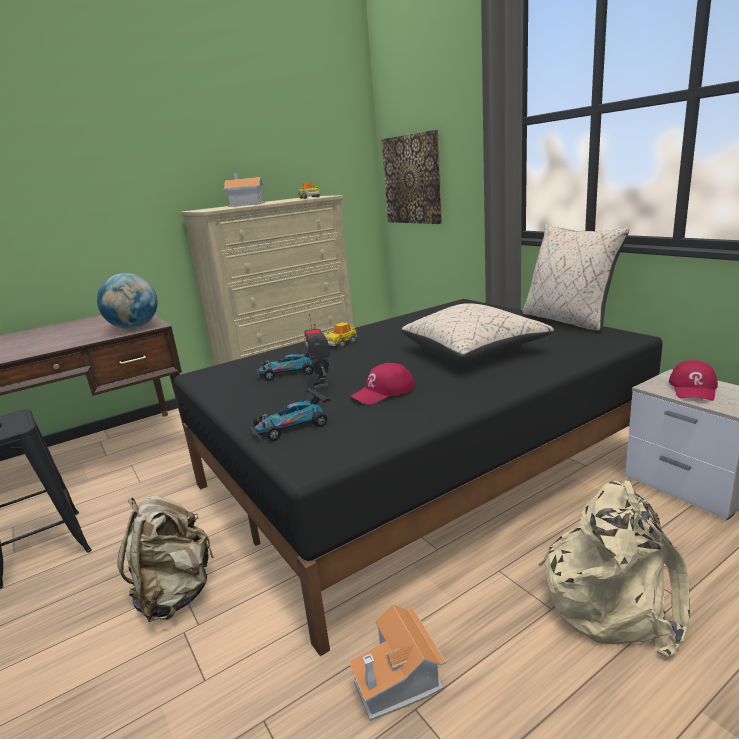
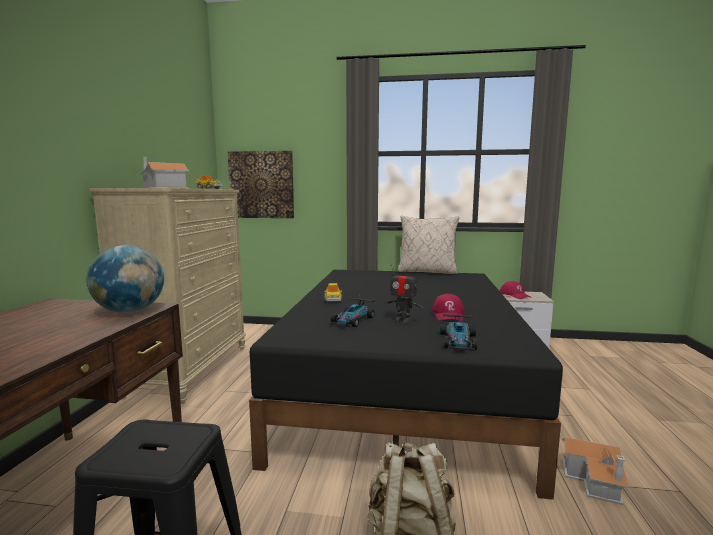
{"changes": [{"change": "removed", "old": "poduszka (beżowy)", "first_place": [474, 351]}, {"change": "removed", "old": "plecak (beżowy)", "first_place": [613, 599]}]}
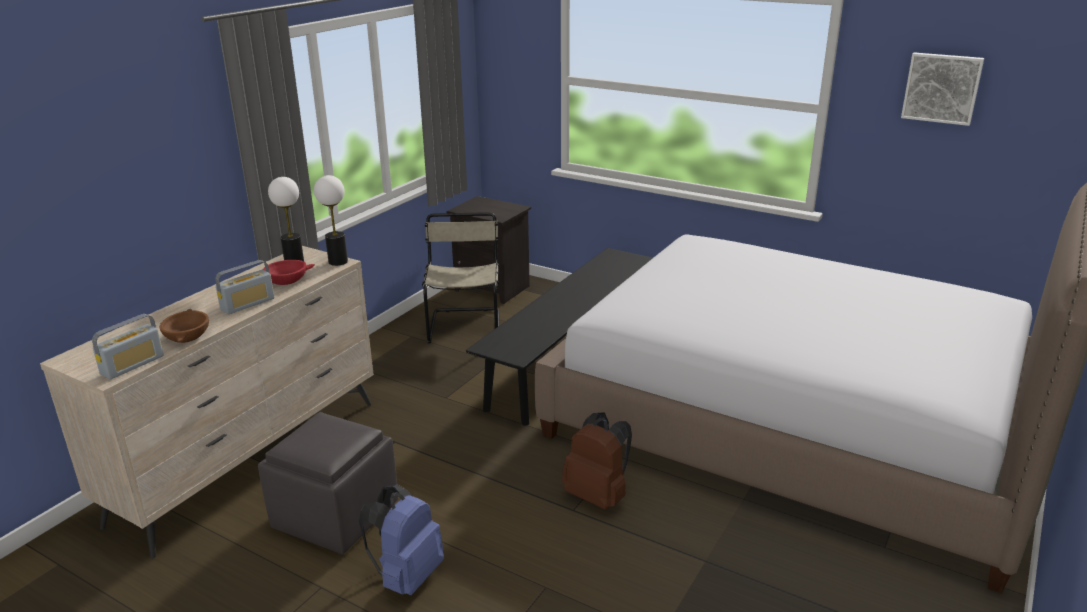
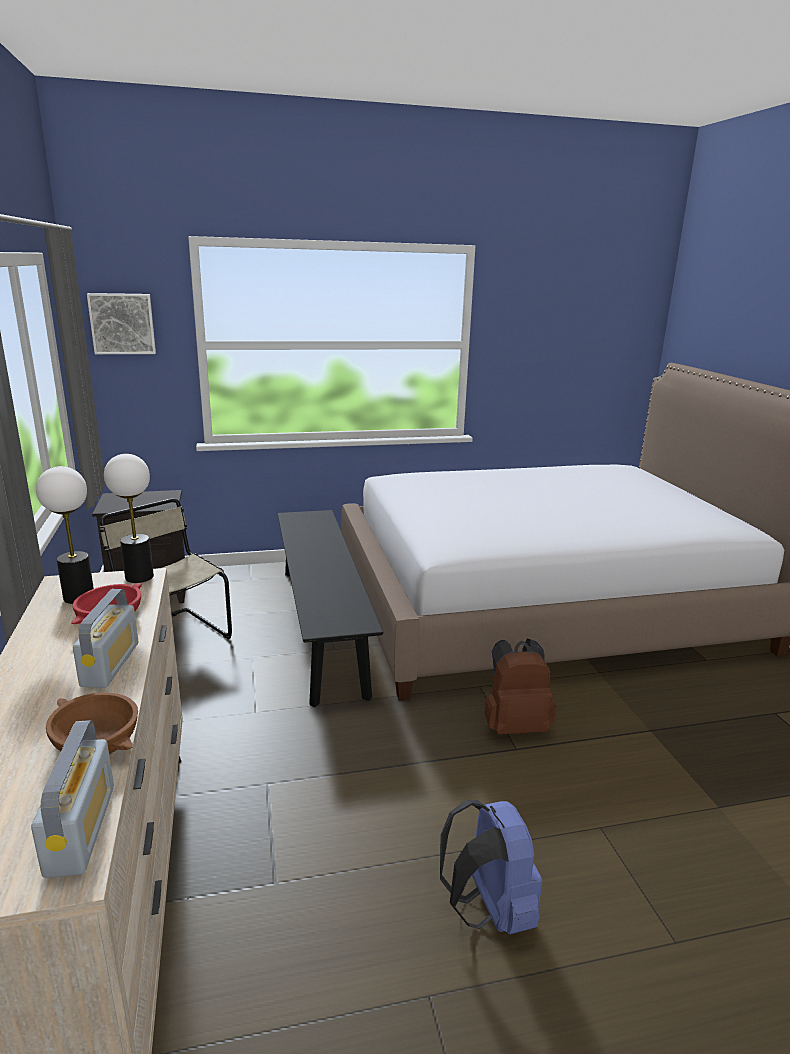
{"changes": [{"change": "removed", "old": "pufa (szary)", "first_place": [335, 514]}, {"change": "moved", "old": "obraz", "first_place": [942, 88], "second_place": [122, 323]}]}
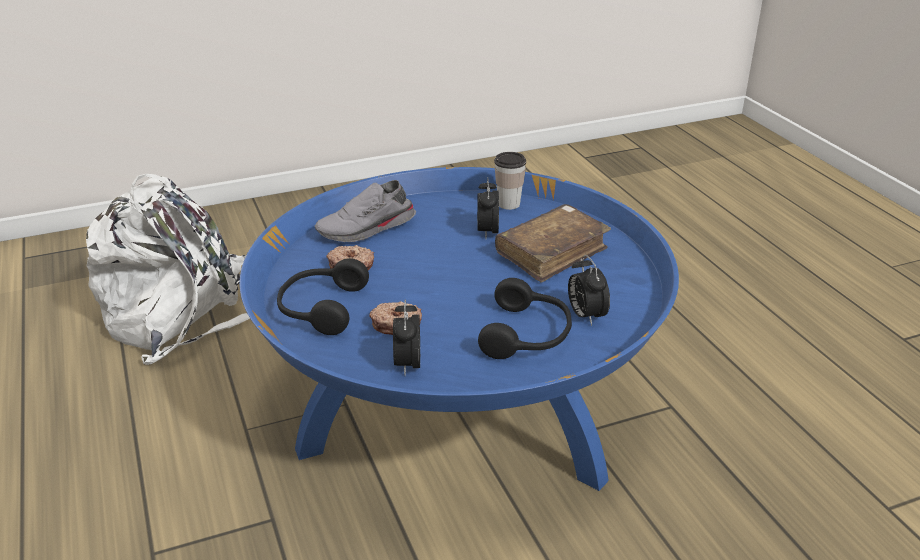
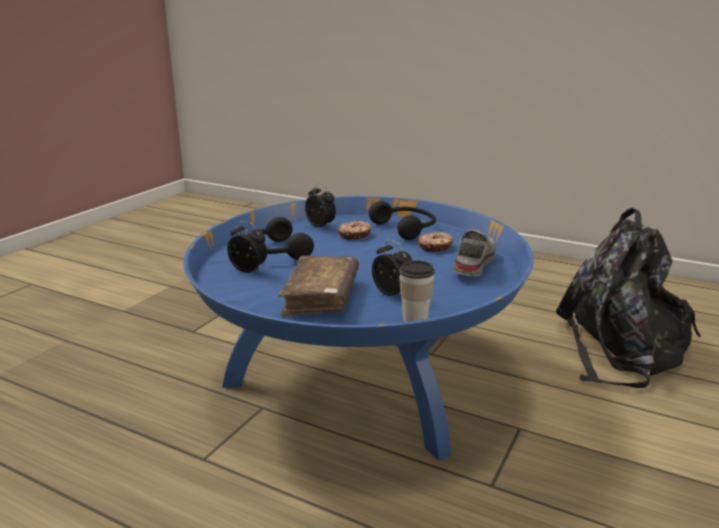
{"changes": [{"change": "recoloured", "old": "plecak (biały)", "new": "plecak (czarny)", "first_place": [185, 316], "second_place": [620, 349]}]}
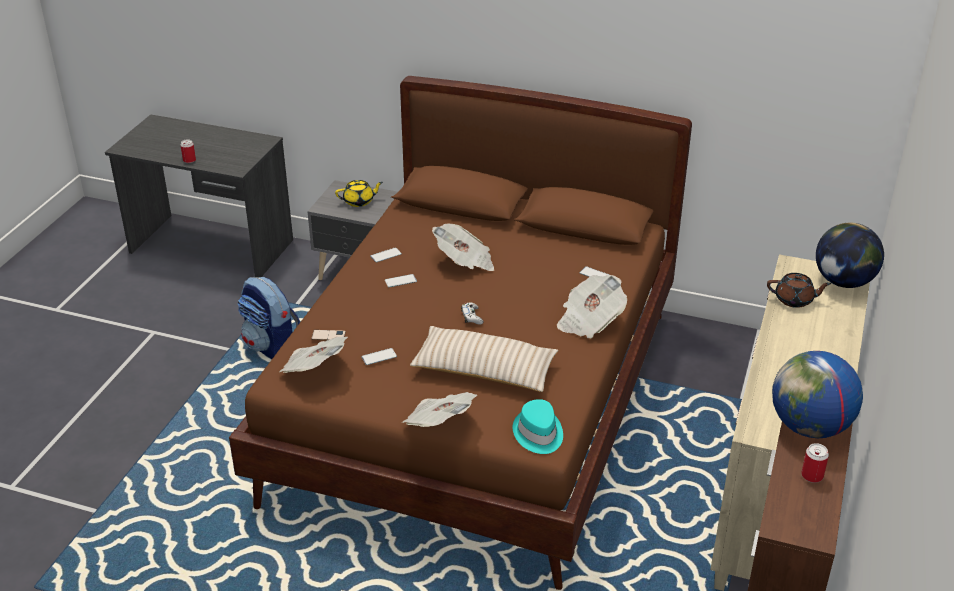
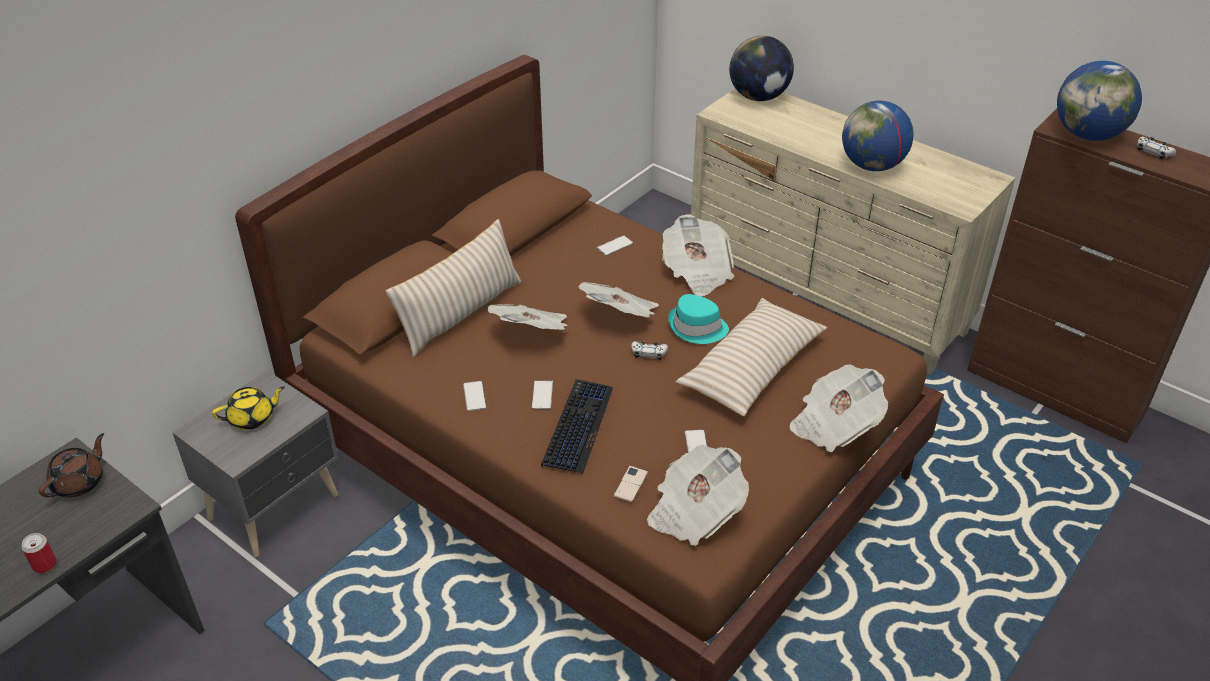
{"changes": [{"change": "removed", "old": "plecak", "first_place": [272, 347]}, {"change": "turned", "old": "imbryk (żółty)", "first_place": [359, 201], "second_place": [252, 418], "degrees": 60}, {"change": "moved", "old": "kapelusz (turkusowy)", "first_place": [538, 434], "second_place": [697, 328]}, {"change": "moved", "old": "imbryk (brązowy)", "first_place": [794, 300], "second_place": [80, 482]}, {"change": "replaced", "old": "puszka", "new": "pad do gier (biały)", "first_place": [812, 476], "second_place": [1153, 152]}, {"change": "added", "new": "poduszka (beżowy)", "second_place": [460, 313]}, {"change": "added", "new": "klawiatura", "second_place": [578, 427]}, {"change": "added", "new": "gazeta", "second_place": [621, 316]}, {"change": "added", "new": "globus", "second_place": [872, 166]}]}
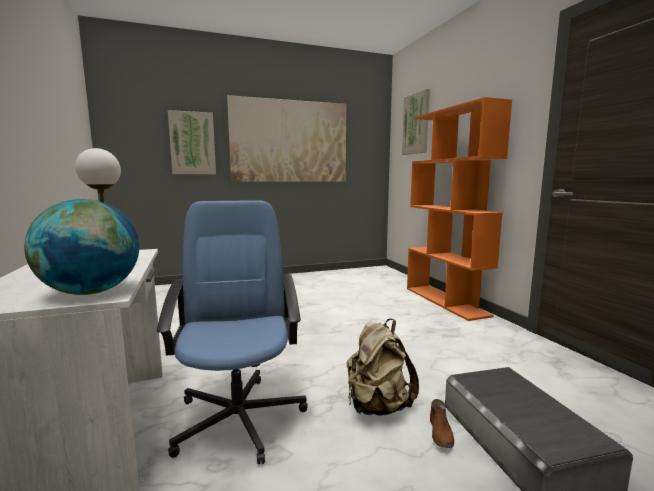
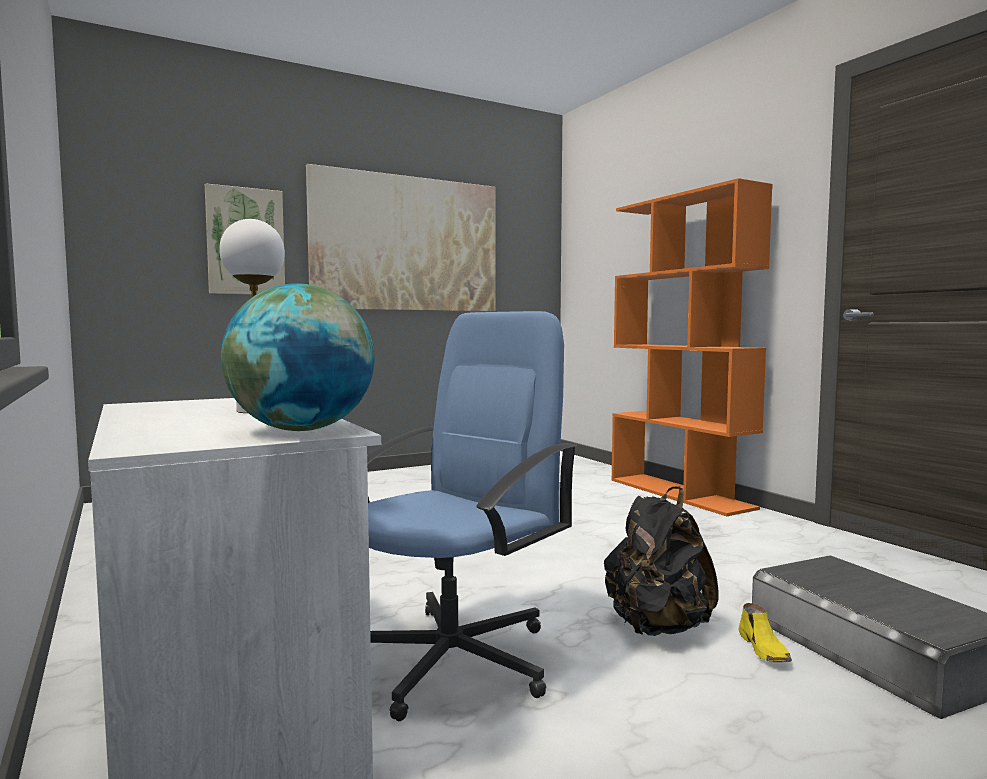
{"changes": [{"change": "turned", "old": "krzesło biurowe (niebieski)", "first_place": [239, 417], "second_place": [454, 658], "degrees": 60}, {"change": "recoloured", "old": "plecak (beżowy)", "new": "plecak (czarny)", "first_place": [377, 406], "second_place": [657, 627]}, {"change": "removed", "old": "obraz", "first_place": [416, 124]}, {"change": "recoloured", "old": "but (brązowy)", "new": "but (żółty)", "first_place": [441, 433], "second_place": [764, 649]}]}
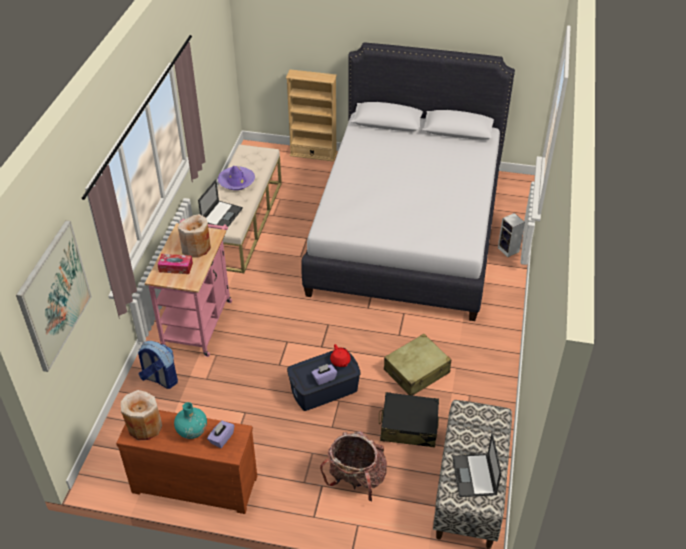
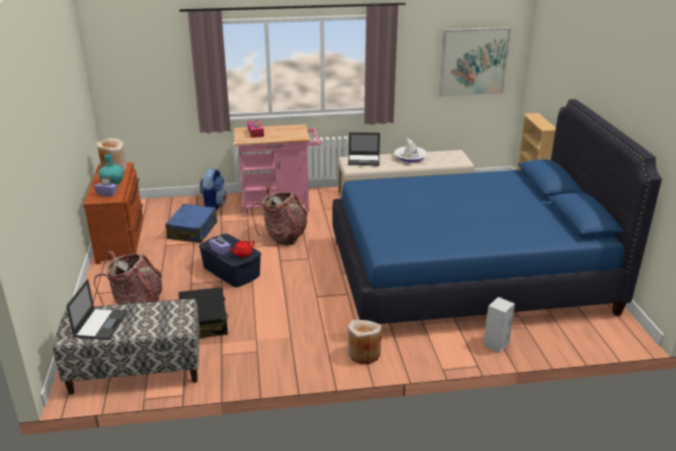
{"changes": [{"change": "moved", "old": "obraz", "first_place": [54, 295], "second_place": [473, 62]}, {"change": "moved", "old": "wazon (beżowy)", "first_place": [196, 248], "second_place": [364, 354]}, {"change": "recoloured", "old": "kapelusz (fioletowy)", "new": "kapelusz (biały)", "first_place": [236, 182], "second_place": [410, 157]}, {"change": "recoloured", "old": "łóżko (biały)", "new": "łóżko (niebieski)", "first_place": [407, 230], "second_place": [467, 275]}, {"change": "removed", "old": "walizka (beżowy)", "first_place": [417, 371]}, {"change": "turned", "old": "laptop", "first_place": [474, 476], "second_place": [100, 324], "degrees": 120}, {"change": "added", "new": "walizka (niebieski)", "second_place": [193, 231]}, {"change": "added", "new": "plecak", "second_place": [283, 236]}]}
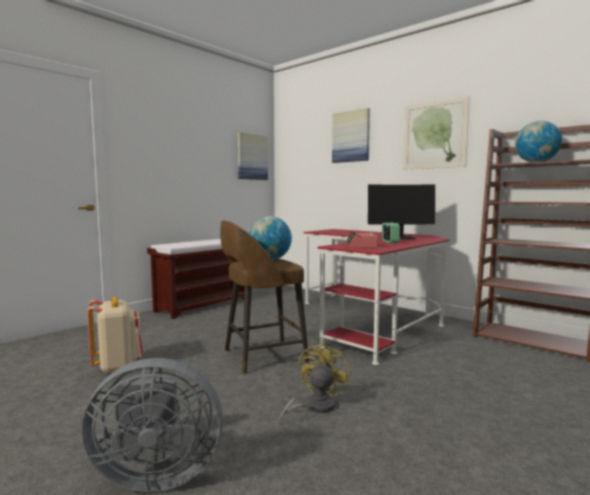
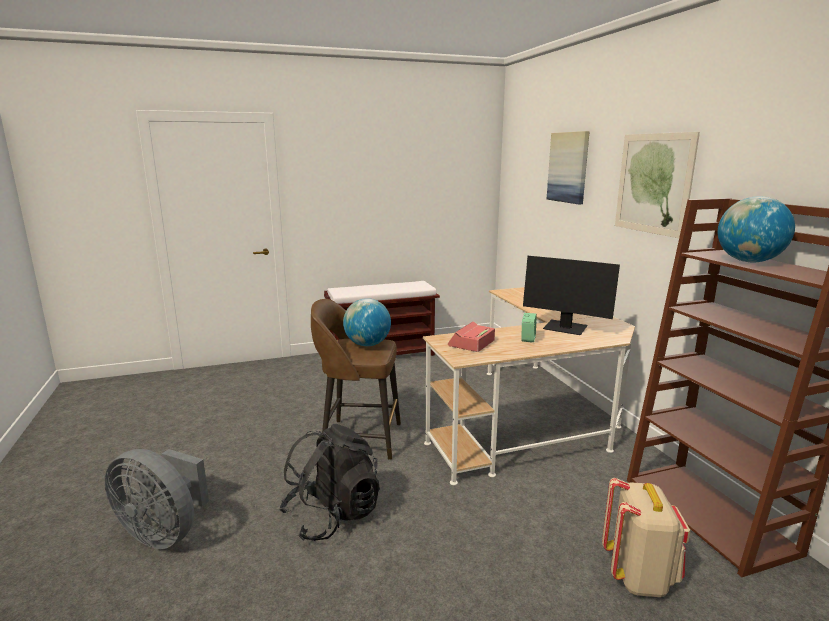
{"changes": [{"change": "moved", "old": "plecak (beżowy)", "first_place": [118, 366], "second_place": [639, 576]}, {"change": "removed", "old": "obraz", "first_place": [252, 157]}, {"change": "replaced", "old": "wentylator (żółty)", "new": "plecak (czarny)", "first_place": [314, 407], "second_place": [332, 515]}, {"change": "recoloured", "old": "biurko (czerwony)", "new": "biurko (beżowy)", "first_place": [373, 320], "second_place": [532, 419]}]}
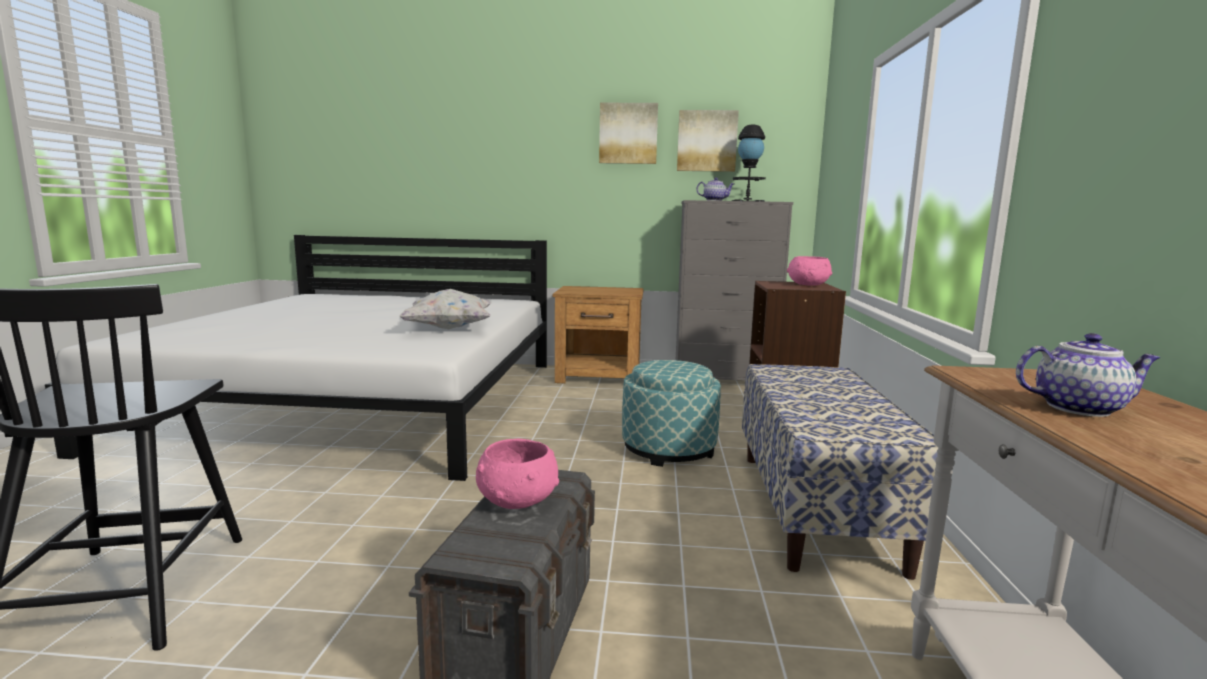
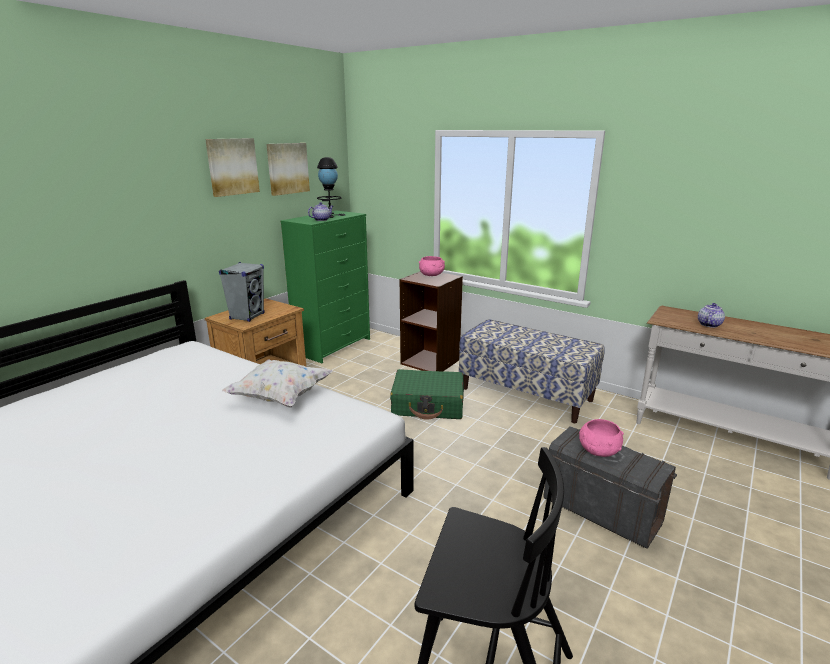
{"changes": [{"change": "replaced", "old": "pufa", "new": "walizka (zielony)", "first_place": [669, 449], "second_place": [428, 404]}, {"change": "recoloured", "old": "komoda (szary)", "new": "komoda (zielony)", "first_place": [725, 379], "second_place": [333, 346]}, {"change": "added", "new": "głośnik (szary)", "second_place": [247, 316]}]}
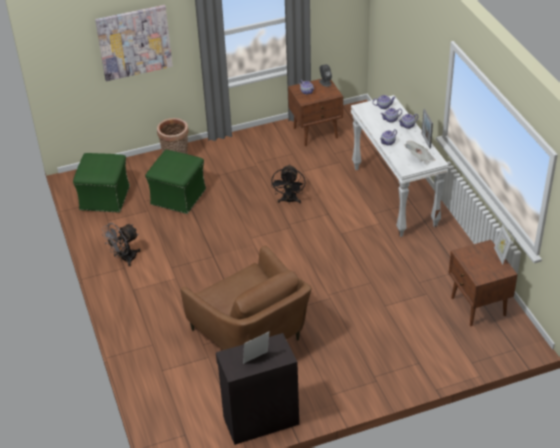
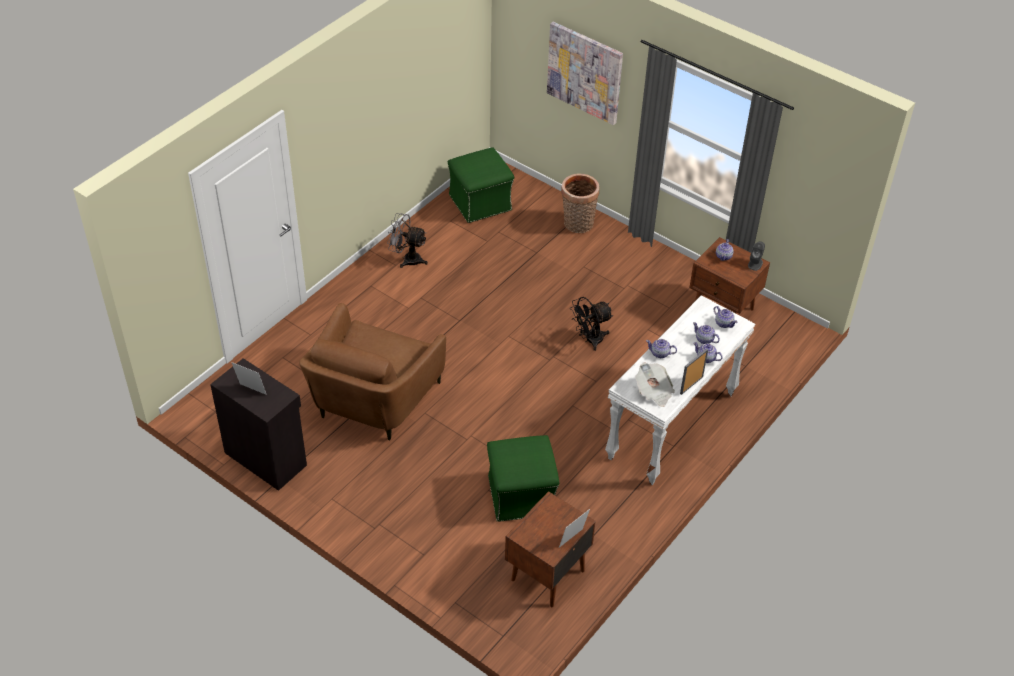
{"changes": [{"change": "moved", "old": "pufa (zielony)", "first_place": [178, 197], "second_place": [520, 495]}]}
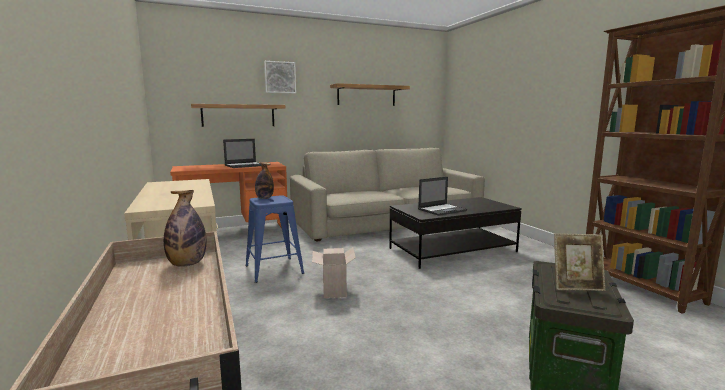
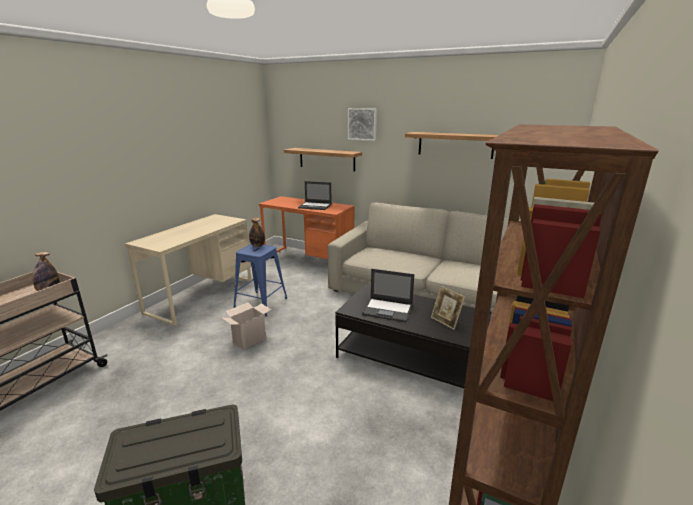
{"changes": [{"change": "moved", "old": "ramka na zdjęcie", "first_place": [576, 287], "second_place": [445, 322]}]}
